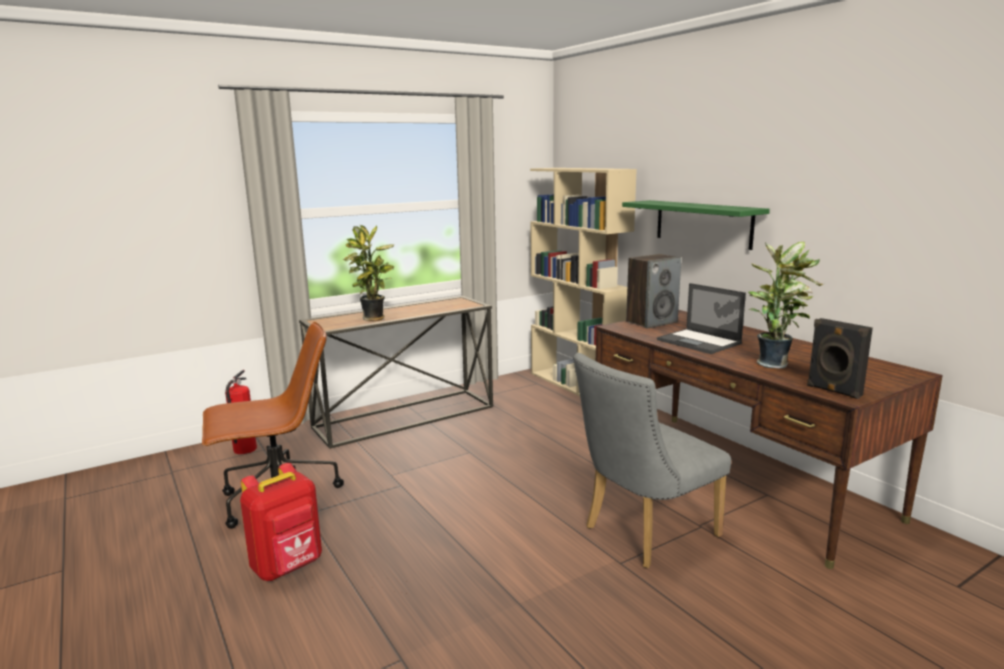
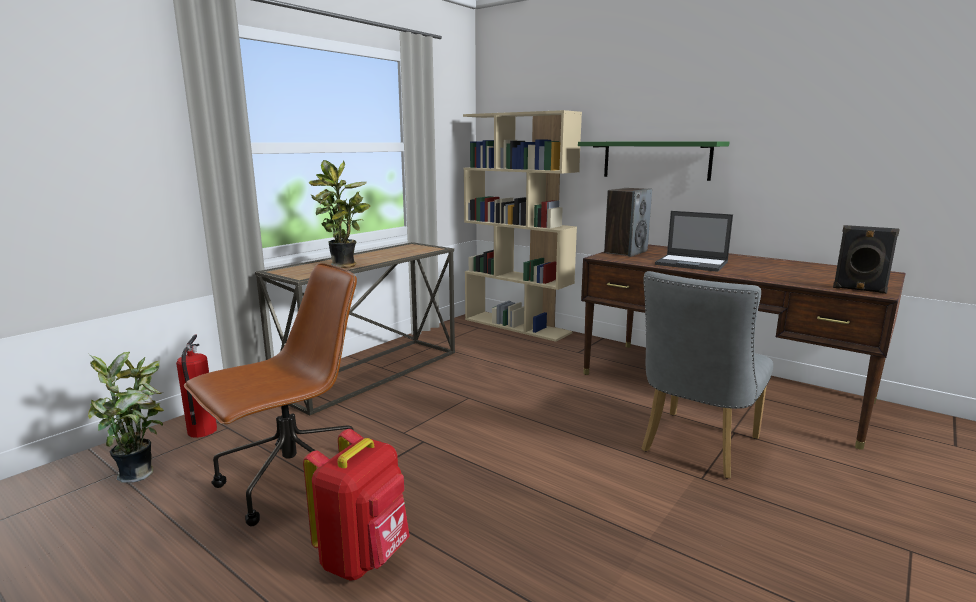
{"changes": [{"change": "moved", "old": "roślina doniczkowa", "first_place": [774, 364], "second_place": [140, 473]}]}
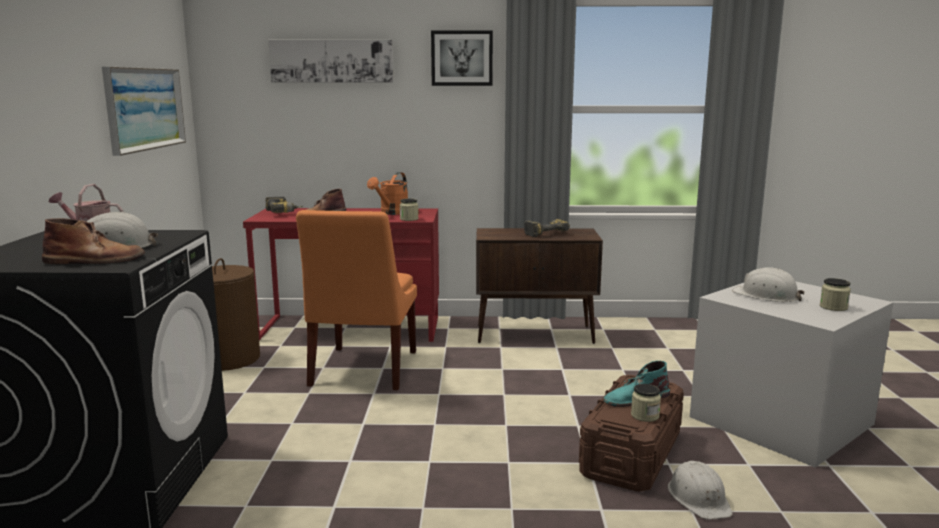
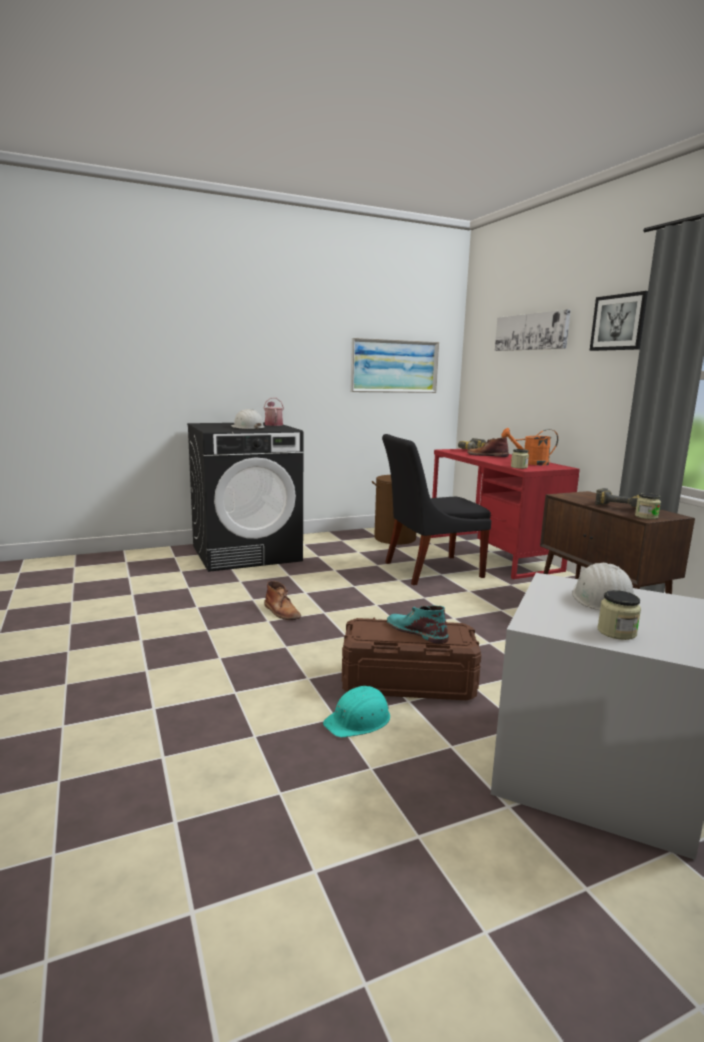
{"changes": [{"change": "moved", "old": "but z cholewką (brązowy)", "first_place": [95, 260], "second_place": [282, 612]}, {"change": "recoloured", "old": "krzesło (pomarańczowy)", "new": "krzesło (czarny)", "first_place": [362, 370], "second_place": [428, 570]}, {"change": "moved", "old": "słoik", "first_place": [645, 415], "second_place": [646, 517]}, {"change": "recoloured", "old": "kask (biały)", "new": "kask (turkusowy)", "first_place": [699, 498], "second_place": [359, 720]}]}
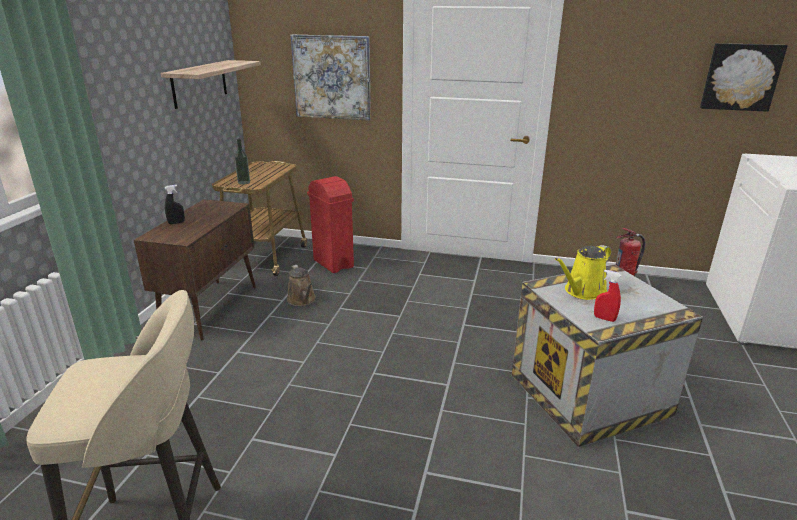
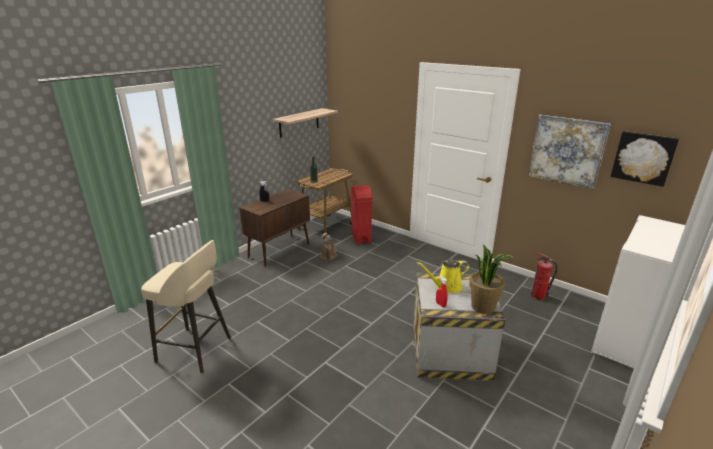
{"changes": [{"change": "moved", "old": "obraz", "first_place": [332, 77], "second_place": [566, 151]}, {"change": "added", "new": "roślina doniczkowa", "second_place": [483, 306]}]}
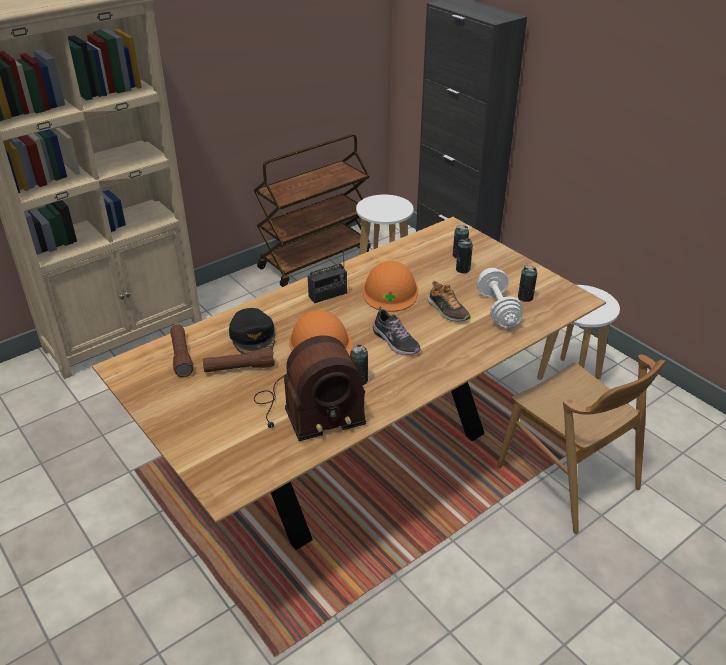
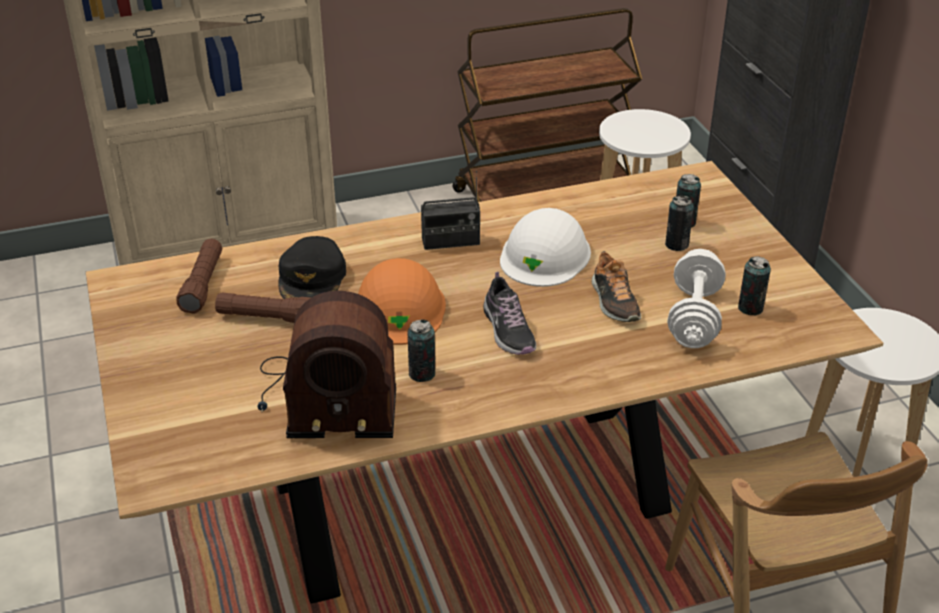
{"changes": [{"change": "recoloured", "old": "kask (pomarańczowy)", "new": "kask (biały)", "first_place": [390, 291], "second_place": [545, 255]}]}
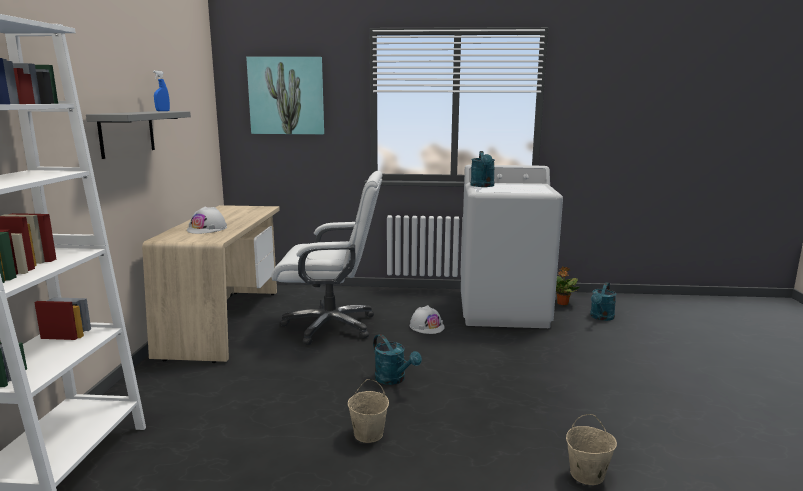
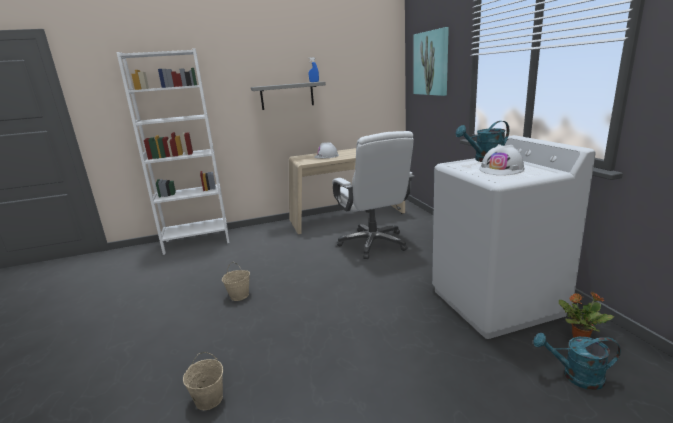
{"changes": [{"change": "removed", "old": "konewka (turkusowy)", "first_place": [394, 379]}, {"change": "moved", "old": "kask (biały)", "first_place": [427, 326], "second_place": [501, 169]}]}
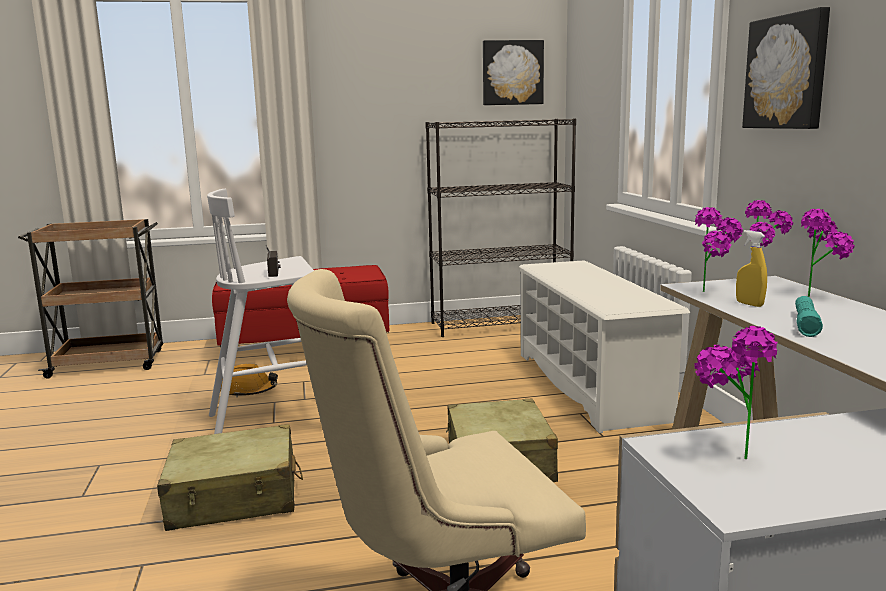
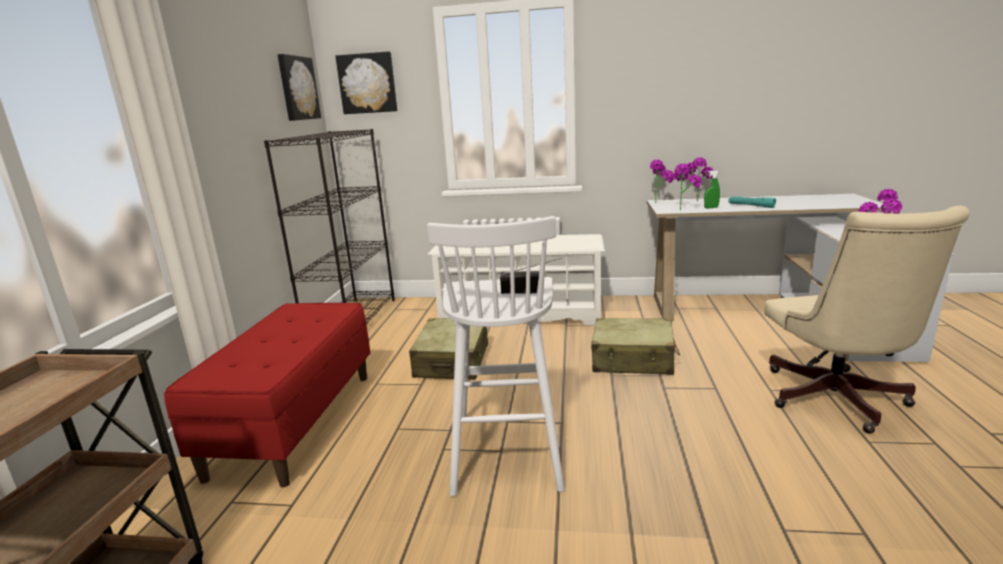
{"changes": [{"change": "moved", "old": "walizka (beżowy)", "first_place": [234, 497], "second_place": [452, 361]}, {"change": "removed", "old": "kask (pomarańczowy)", "first_place": [249, 391]}, {"change": "recoloured", "old": "spryskiwacz (żółty)", "new": "spryskiwacz (zielony)", "first_place": [749, 304], "second_place": [711, 207]}, {"change": "moved", "old": "obraz", "first_place": [787, 72], "second_place": [368, 83]}]}
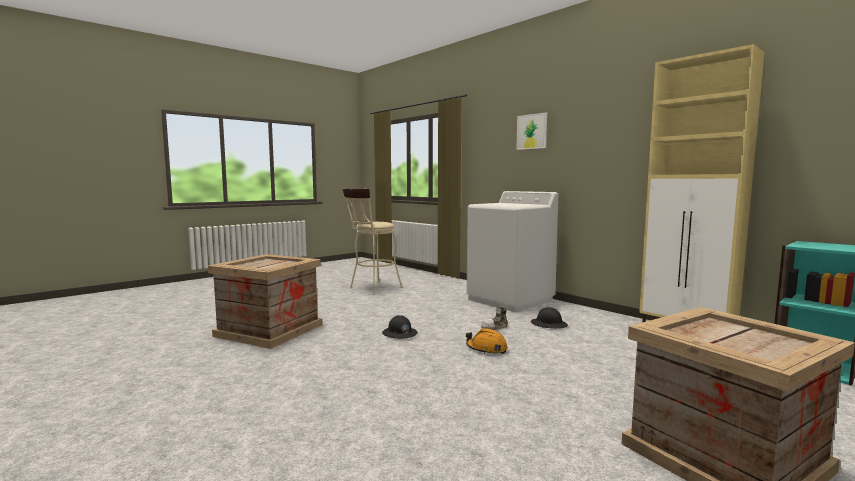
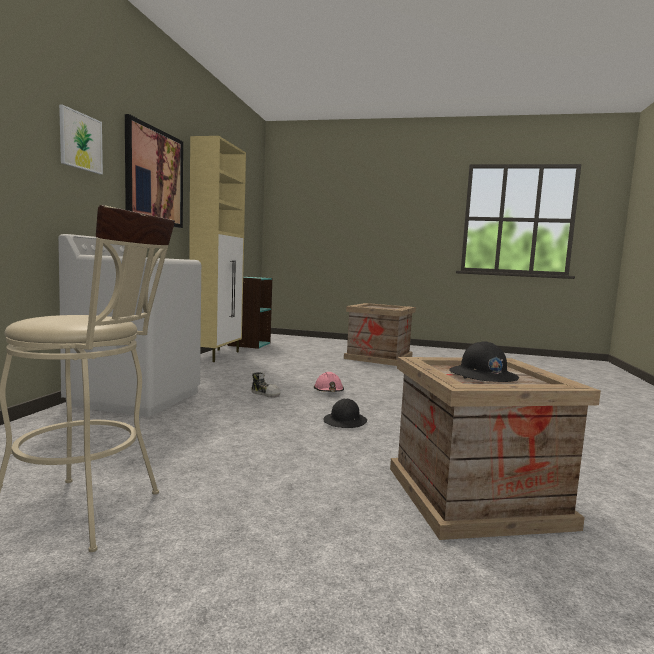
{"changes": [{"change": "recoloured", "old": "kask (pomarańczowy)", "new": "kask (różowy)", "first_place": [486, 349], "second_place": [328, 390]}, {"change": "moved", "old": "kask (czarny)", "first_place": [549, 324], "second_place": [482, 376]}, {"change": "added", "new": "obraz", "second_place": [154, 177]}]}
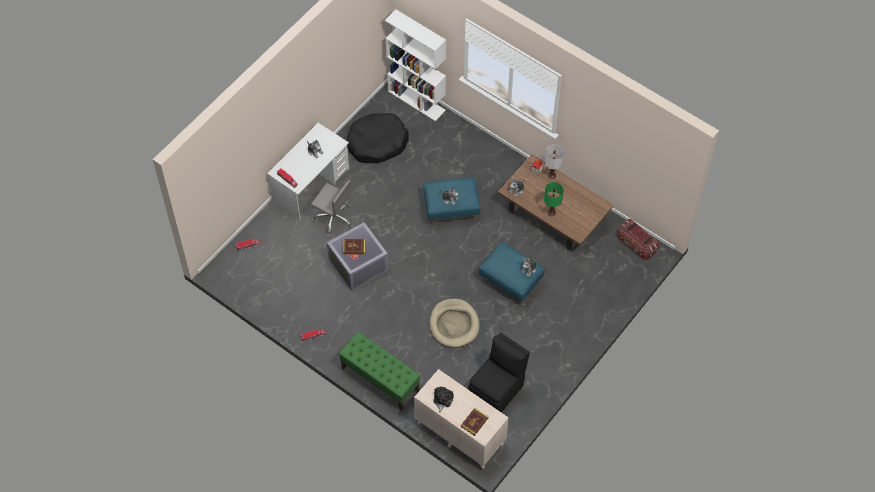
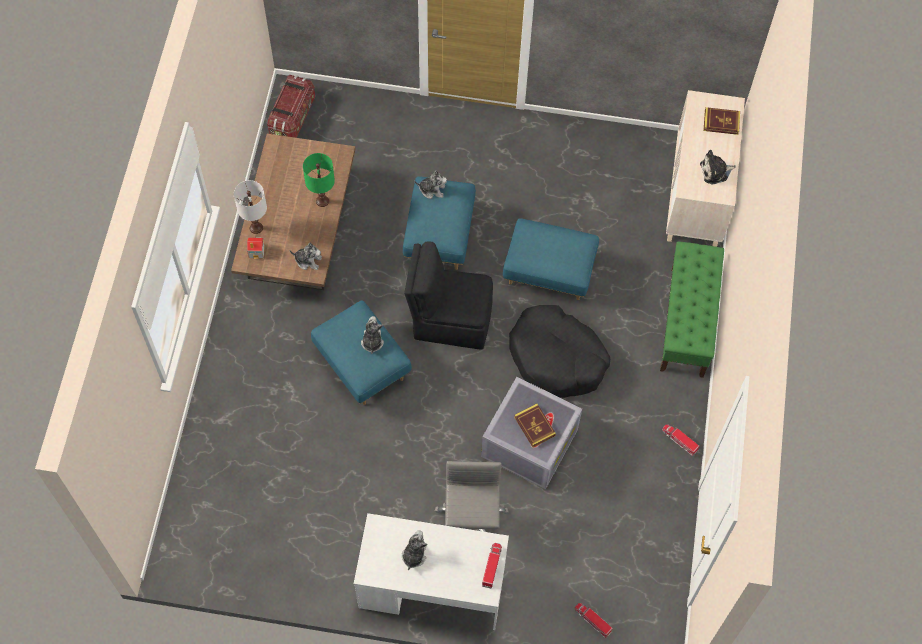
{"changes": [{"change": "moved", "old": "legowisko (czarny)", "first_place": [377, 143], "second_place": [557, 357]}, {"change": "removed", "old": "regał (biały)", "first_place": [417, 100]}, {"change": "replaced", "old": "legowisko (beżowy)", "new": "pufa (niebieski)", "first_place": [454, 324], "second_place": [548, 273]}, {"change": "moved", "old": "krzesło (czarny)", "first_place": [497, 390], "second_place": [450, 320]}]}
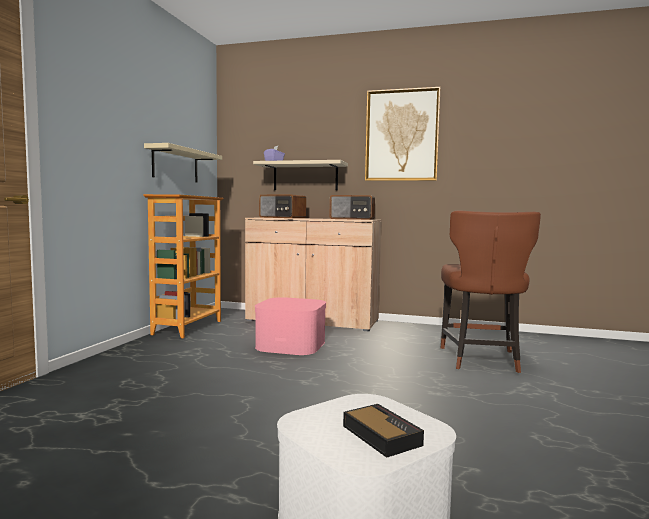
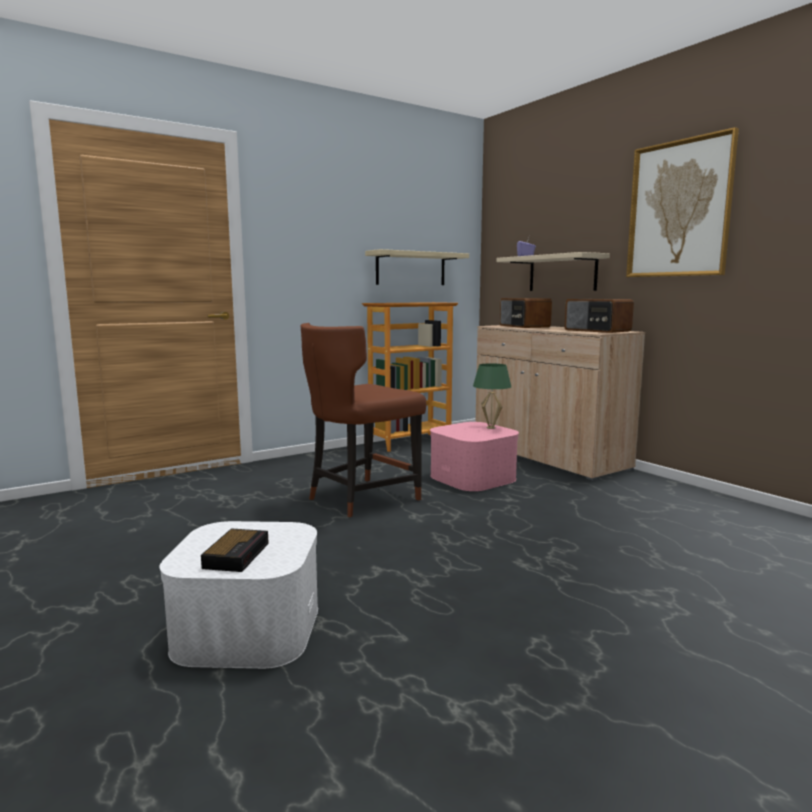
{"changes": [{"change": "moved", "old": "krzesło (brązowy)", "first_place": [481, 360], "second_place": [360, 498]}, {"change": "added", "new": "lampa stołowa (zielony)", "second_place": [491, 428]}]}
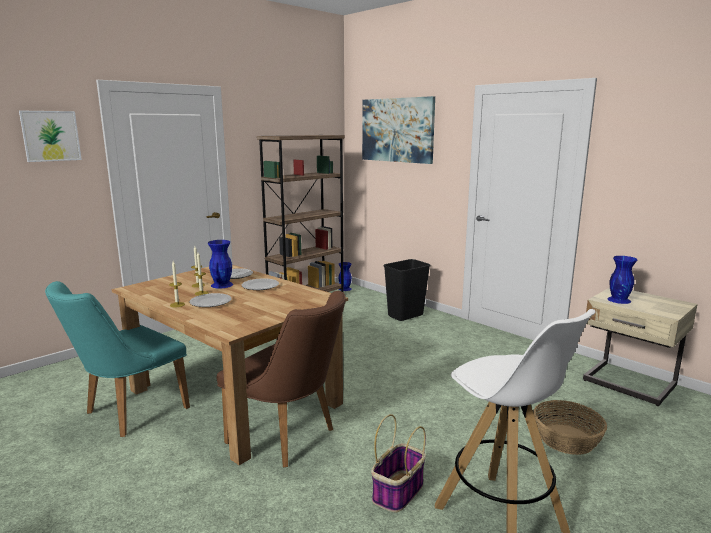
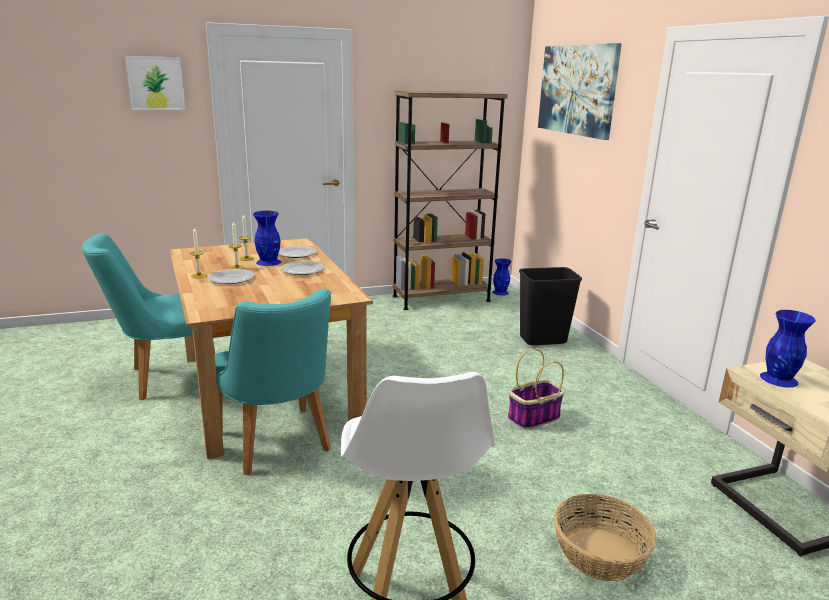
{"changes": [{"change": "recoloured", "old": "krzesło (brązowy)", "new": "krzesło (turkusowy)", "first_place": [289, 438], "second_place": [278, 446]}, {"change": "moved", "old": "koszyk", "first_place": [398, 492], "second_place": [533, 418]}]}
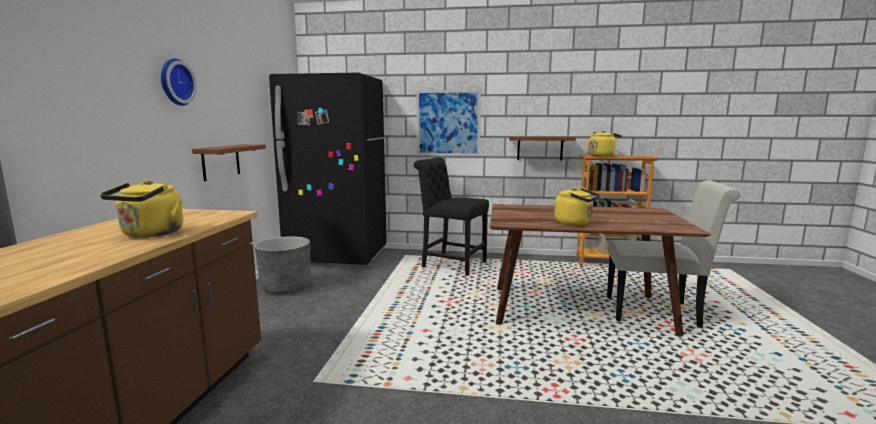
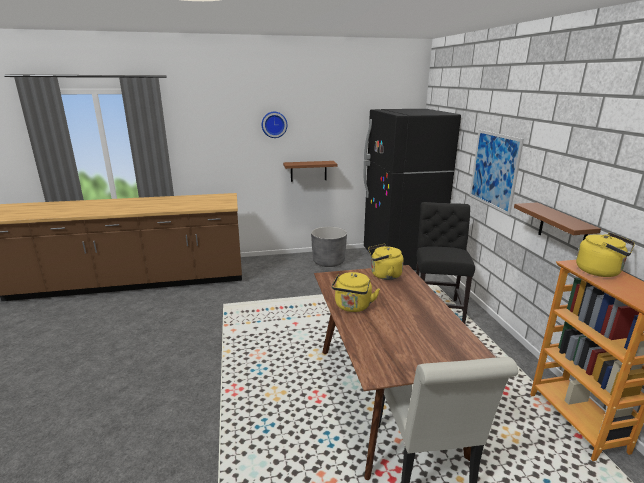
{"changes": [{"change": "moved", "old": "czajnik (żółty)", "first_place": [150, 234], "second_place": [384, 275]}]}
